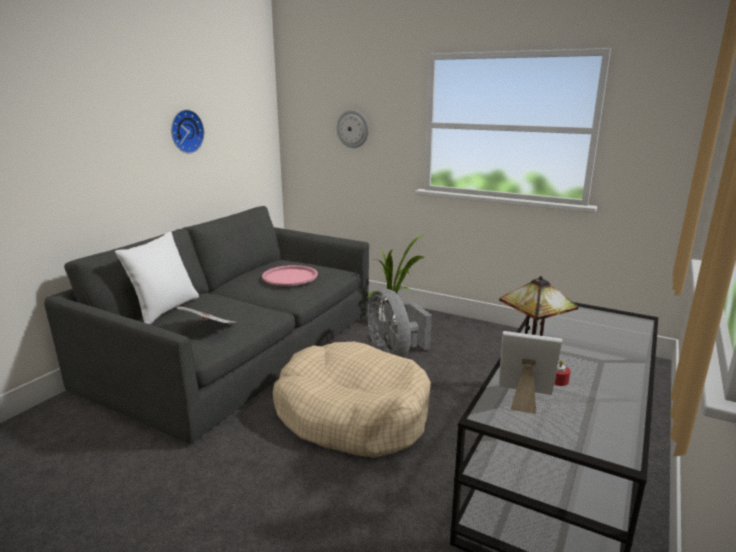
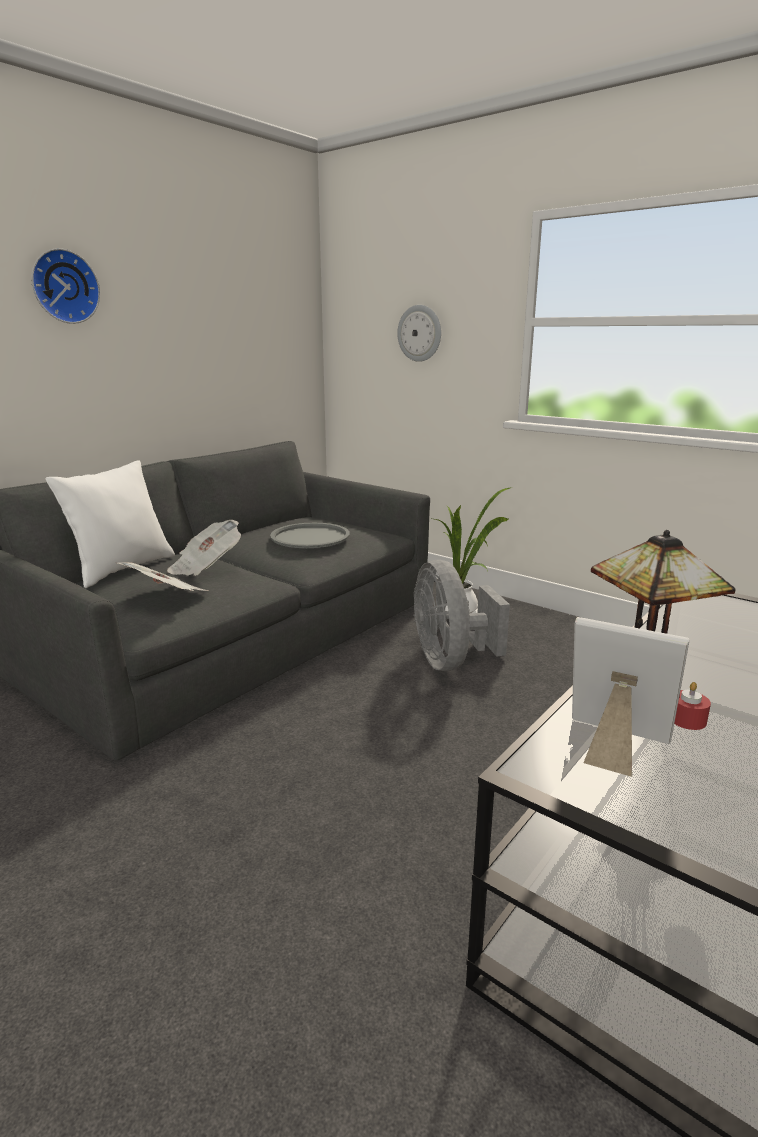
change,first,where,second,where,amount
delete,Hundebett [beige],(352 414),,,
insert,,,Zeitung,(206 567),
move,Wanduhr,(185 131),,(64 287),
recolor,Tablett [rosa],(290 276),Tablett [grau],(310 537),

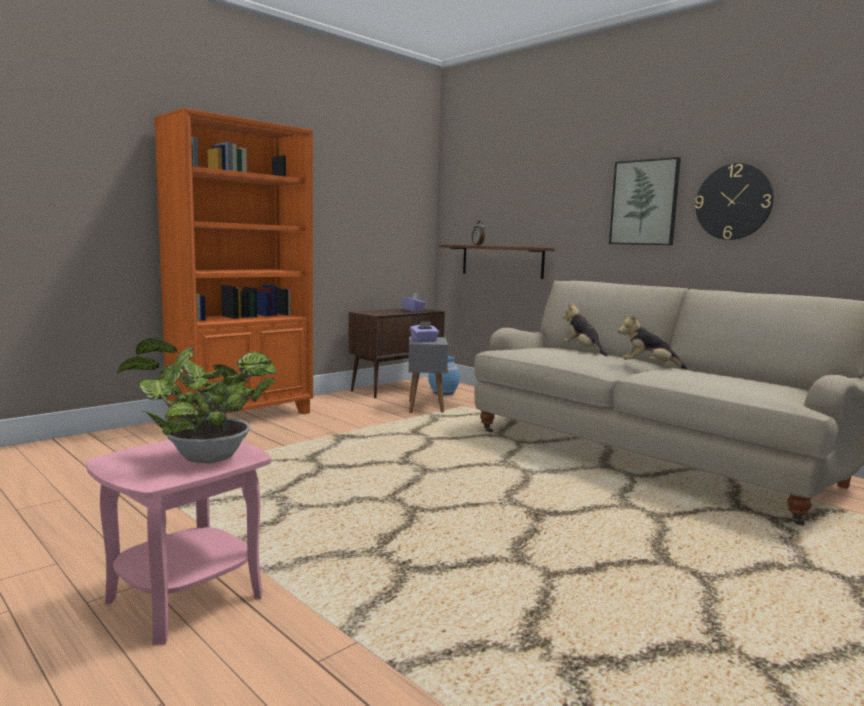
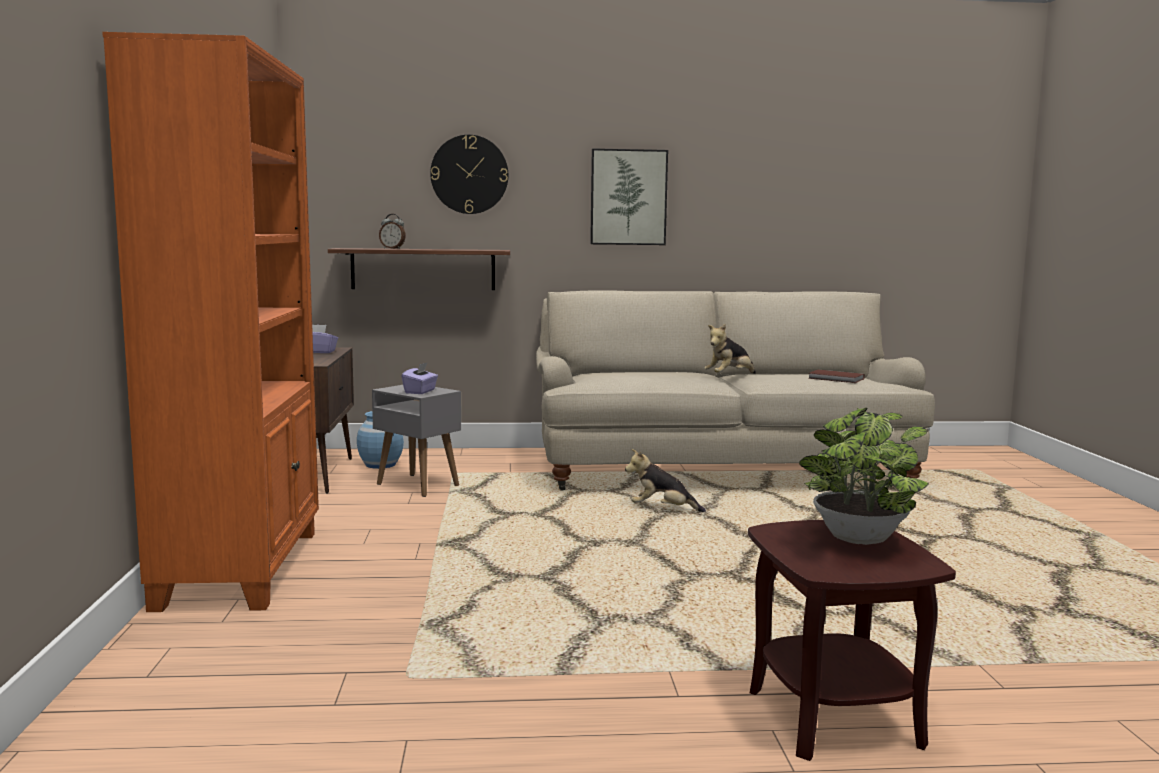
change,first,where,second,where,amount
insert,,,Buch [braun],(836 379),
move,Plüschtier,(583 350),,(662 510),
move,Wanduhr,(733 202),,(469 174),
recolor,Beistelltisch [rosa],(185 599),Beistelltisch [braun],(835 717),

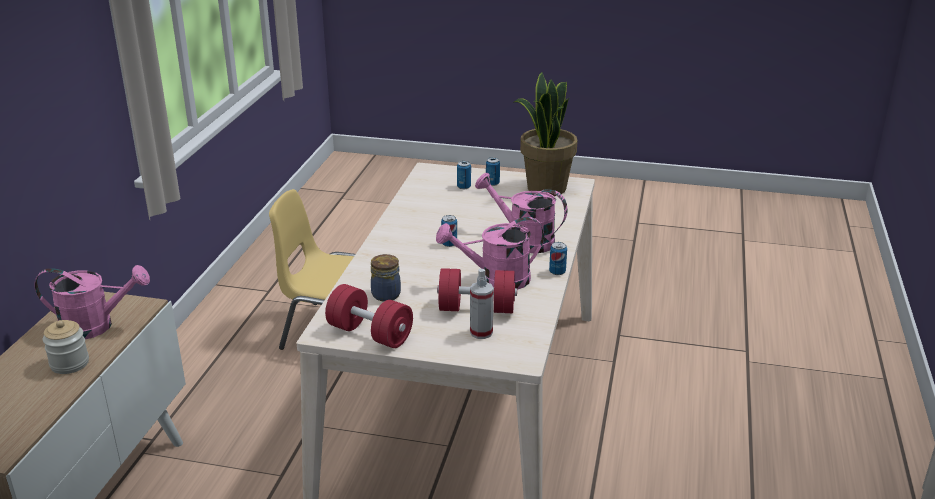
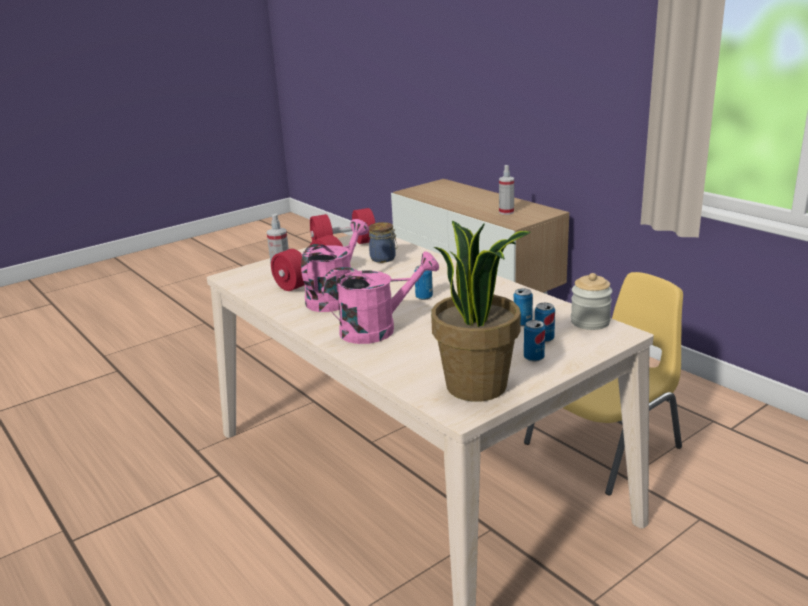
change,first,where,second,where,amount
move,Vorratsglas,(69 363),,(590 322),
move,Dose,(557 272),,(522 323),
replace,Gießkanne [rosa],(96 326),Sprühflasche,(506 212),

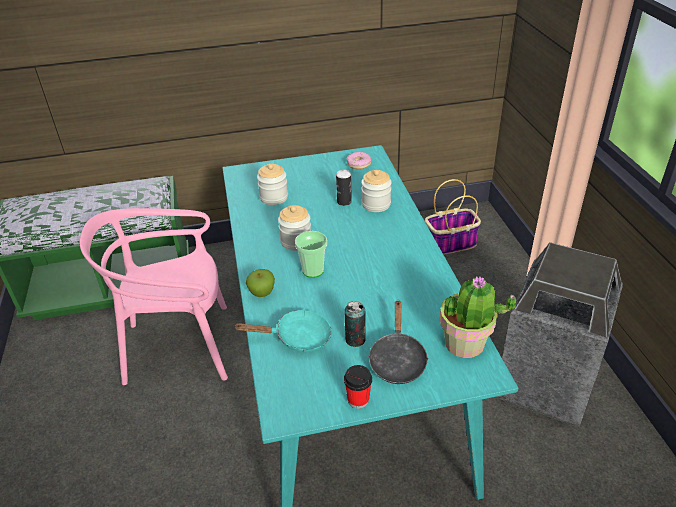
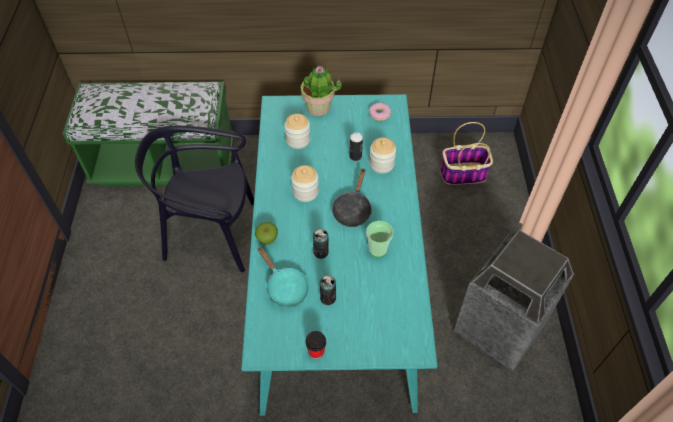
change,first,where,second,where,amount
insert,,,Dose,(321 252),
move,Tasse,(313 270),,(378 249),
move,Pfanne [schwarz],(397 359),,(352 209),
move,Topfpflanze,(465 344),,(318 107),
recolor,Stuhl [rosa],(179 347),Stuhl [schwarz],(212 234),
rotate,Pfanne [türkis],(297 338),,(285 287),45 degrees clockwise

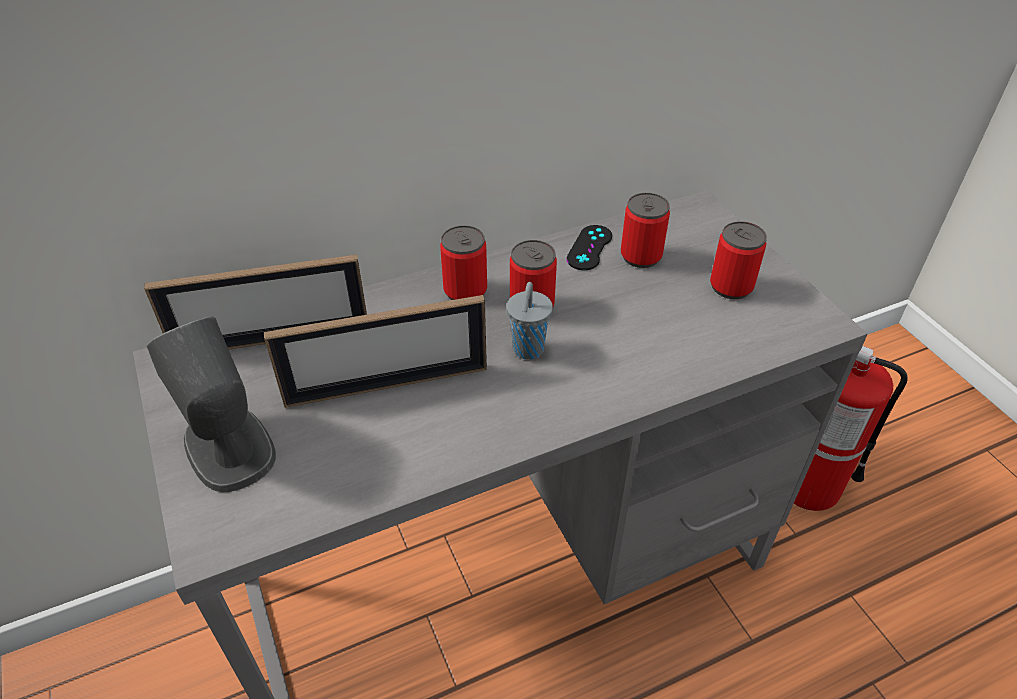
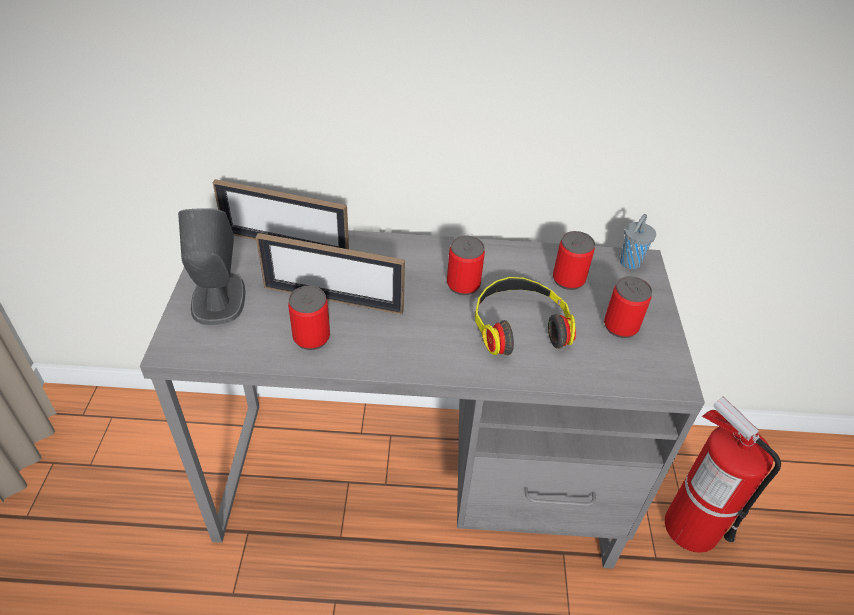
change,first,where,second,where,amount
delete,Gamepad [schwarz],(589 248),,,
insert,,,Kopfhörer,(519 325),
move,Dose,(465 291),,(311 337),
move,Tasse [grau],(528 351),,(629 263),

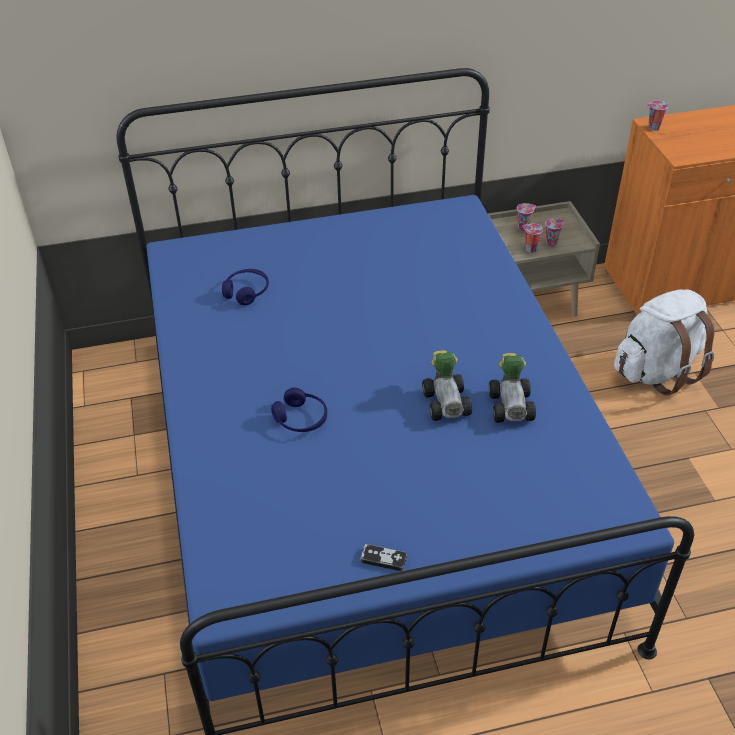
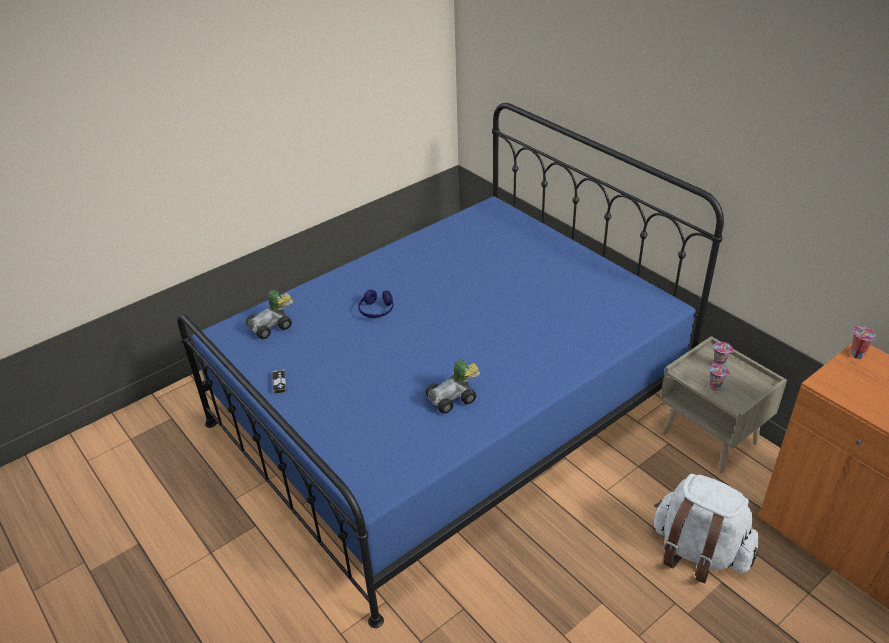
change,first,where,second,where,amount
delete,Kopfhörer [blau],(246 292),,,
delete,Tasse,(530 249),,,
move,Spielzeugauto,(447 401),,(273 327),

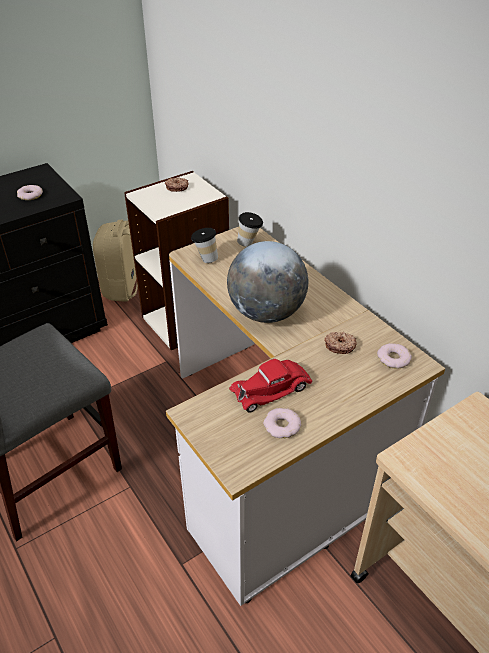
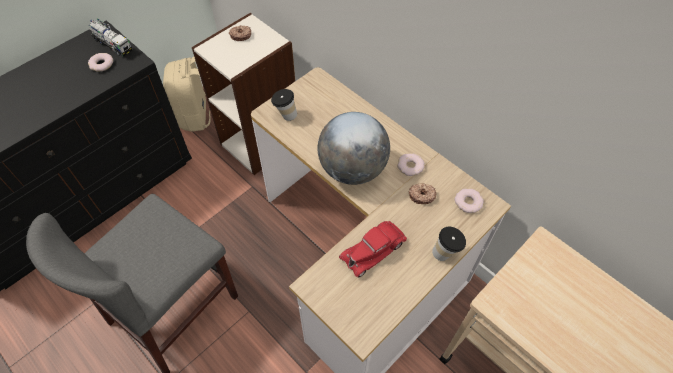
change,first,where,second,where,amount
insert,,,Spielzeuglaster,(113 45),
move,Tasse,(250 243),,(445 253),
move,Donut,(282 426),,(410 166),

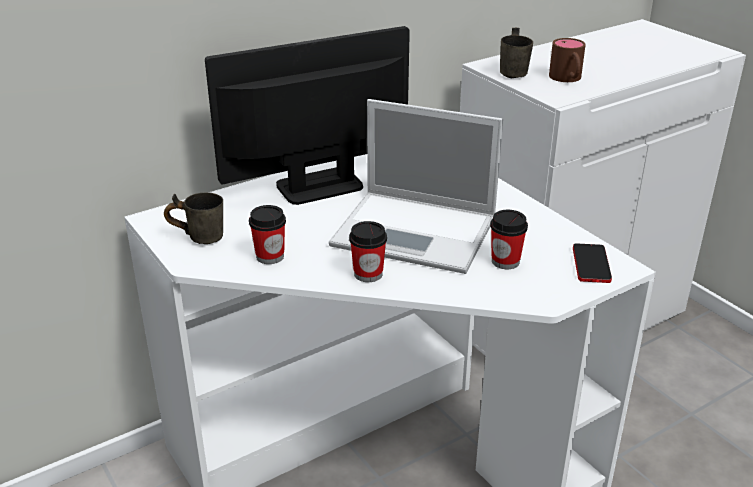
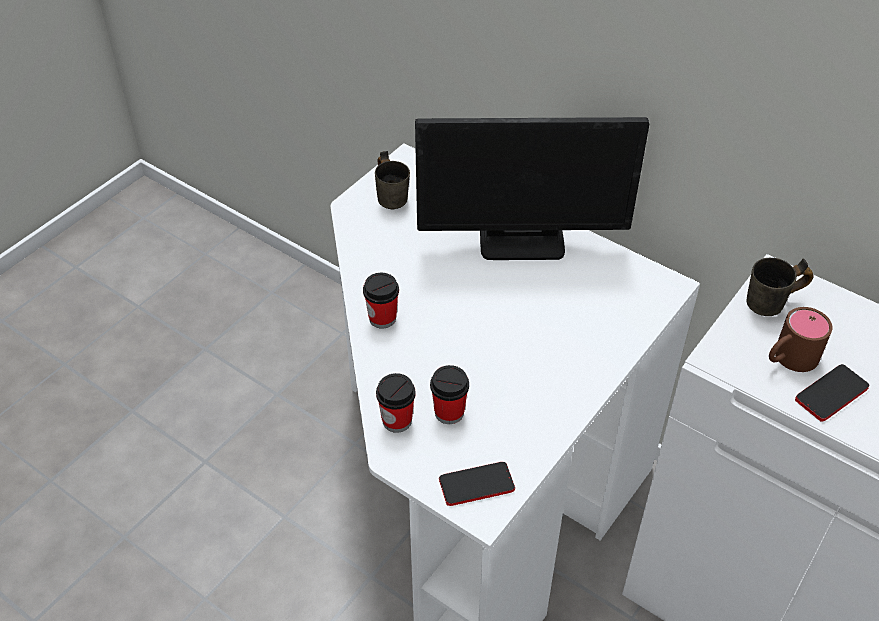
change,first,where,second,where,amount
delete,Laptop,(417 232),,,
insert,,,Handy,(831 393),
move,Tasse,(270 256),,(397 420),
rotate,Monitor,(319 186),,(522 240),135 degrees clockwise

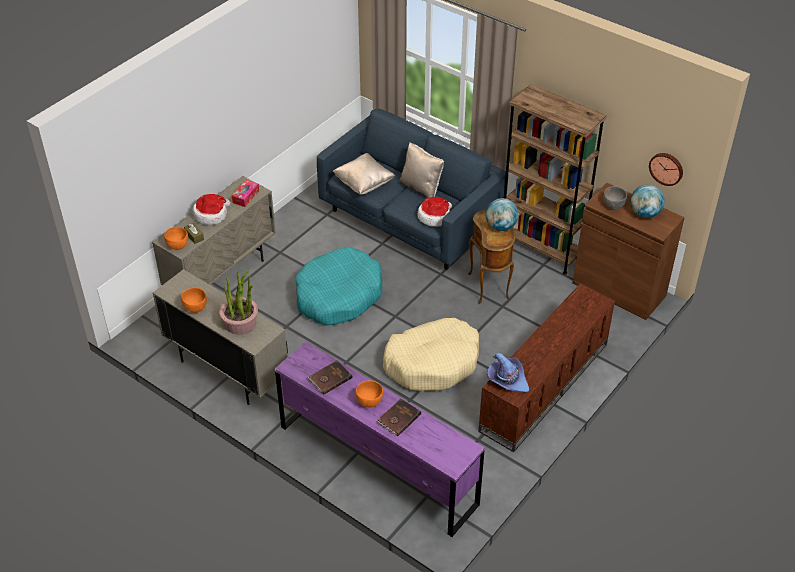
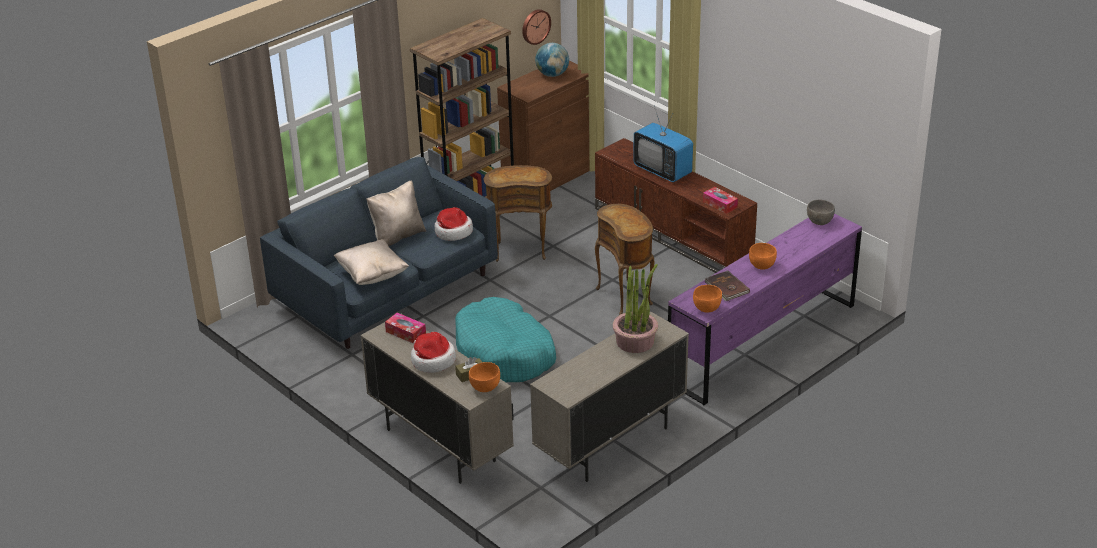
change,first,where,second,where,amount
delete,Buch [braun],(398 418),,,
delete,Globus,(500 227),,,
insert,,,Fernseher,(662 171),
move,Schüssel [orange],(195 308),,(706 309),
move,Schüssel [grau],(613 205),,(819 222),
replace,Hundebett [beige],(432 362),Beistelltisch [braun],(626 297),
replace,Hut [lila],(507 379),Taschentuchbox,(720 204),

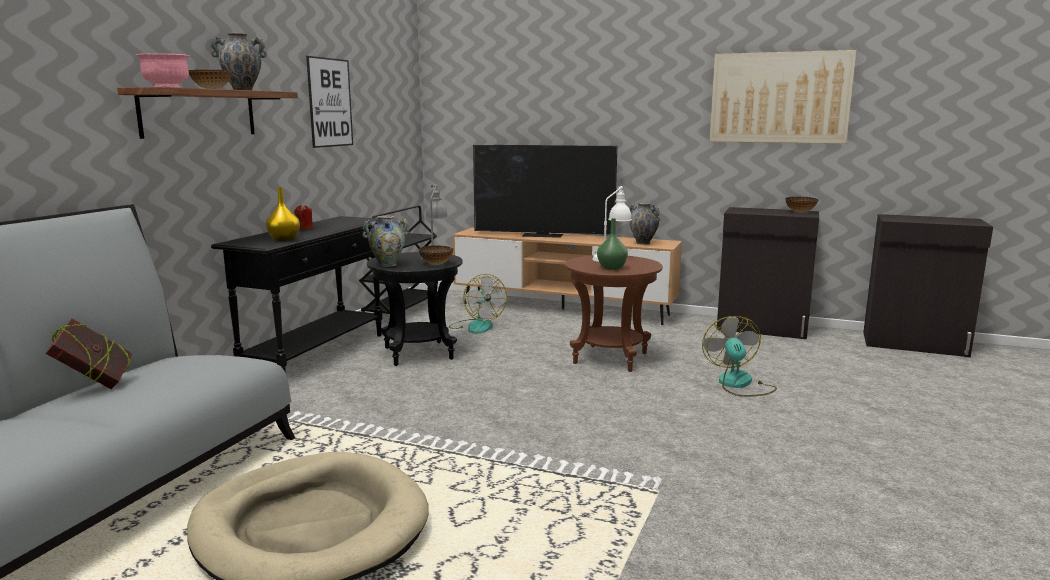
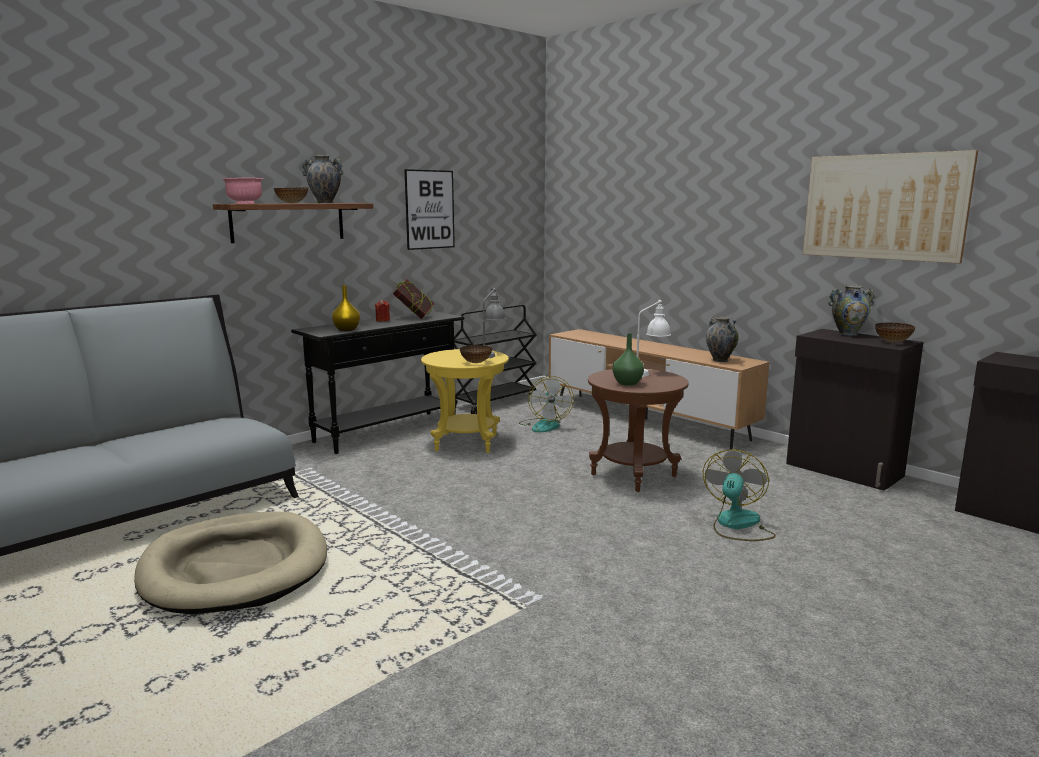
change,first,where,second,where,amount
delete,Fernseher,(543 235),,,
move,Buch,(96 385),,(414 317),
move,Vase,(387 265),,(848 334),
recolor,Beistelltisch [schwarz],(418 353),Beistelltisch [gelb],(466 443),

